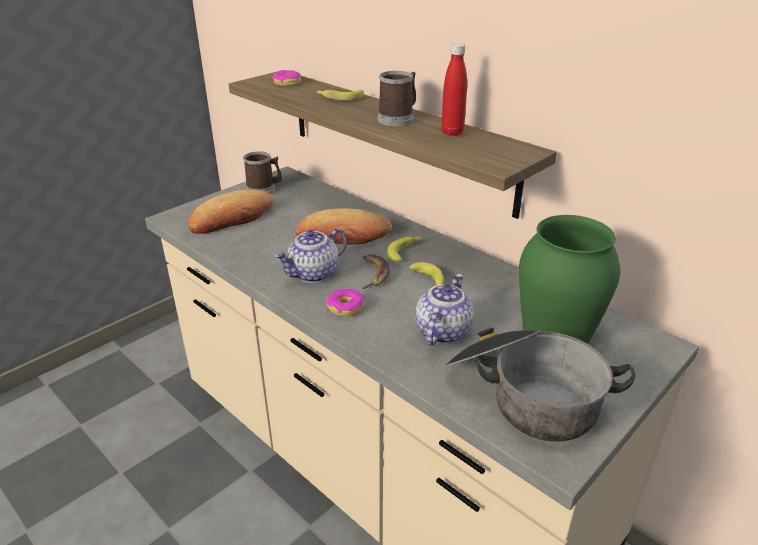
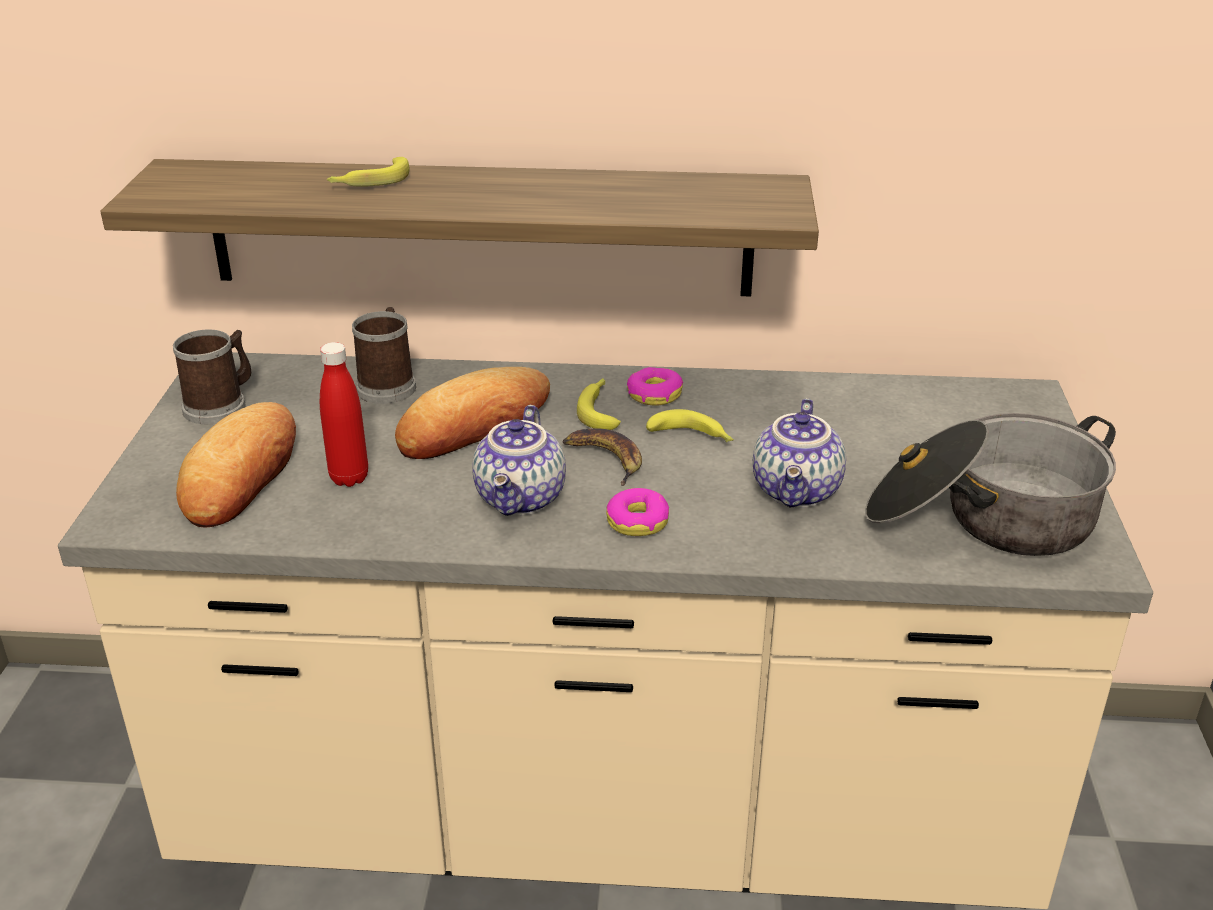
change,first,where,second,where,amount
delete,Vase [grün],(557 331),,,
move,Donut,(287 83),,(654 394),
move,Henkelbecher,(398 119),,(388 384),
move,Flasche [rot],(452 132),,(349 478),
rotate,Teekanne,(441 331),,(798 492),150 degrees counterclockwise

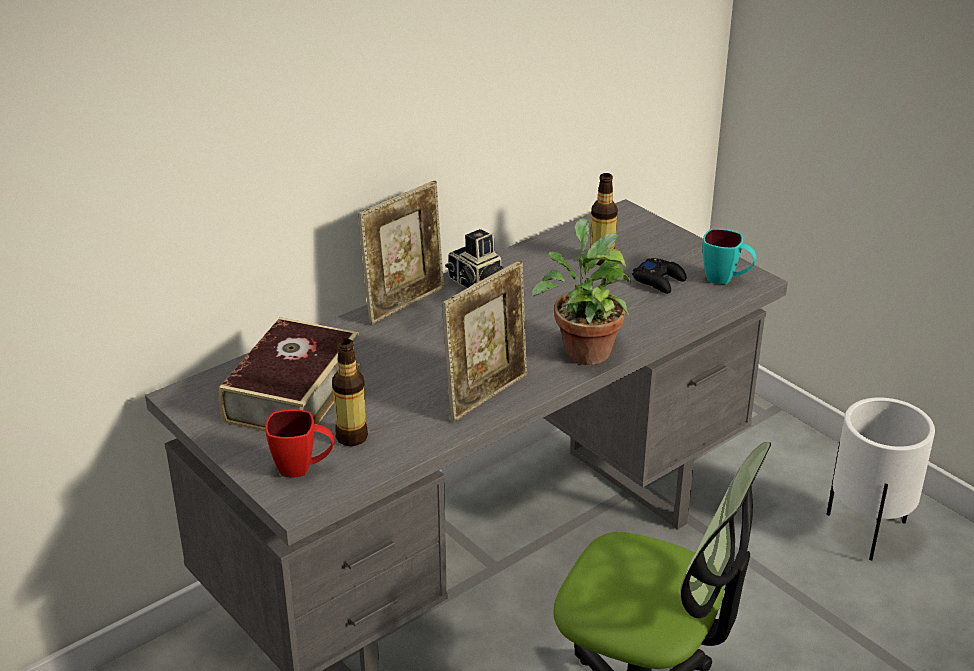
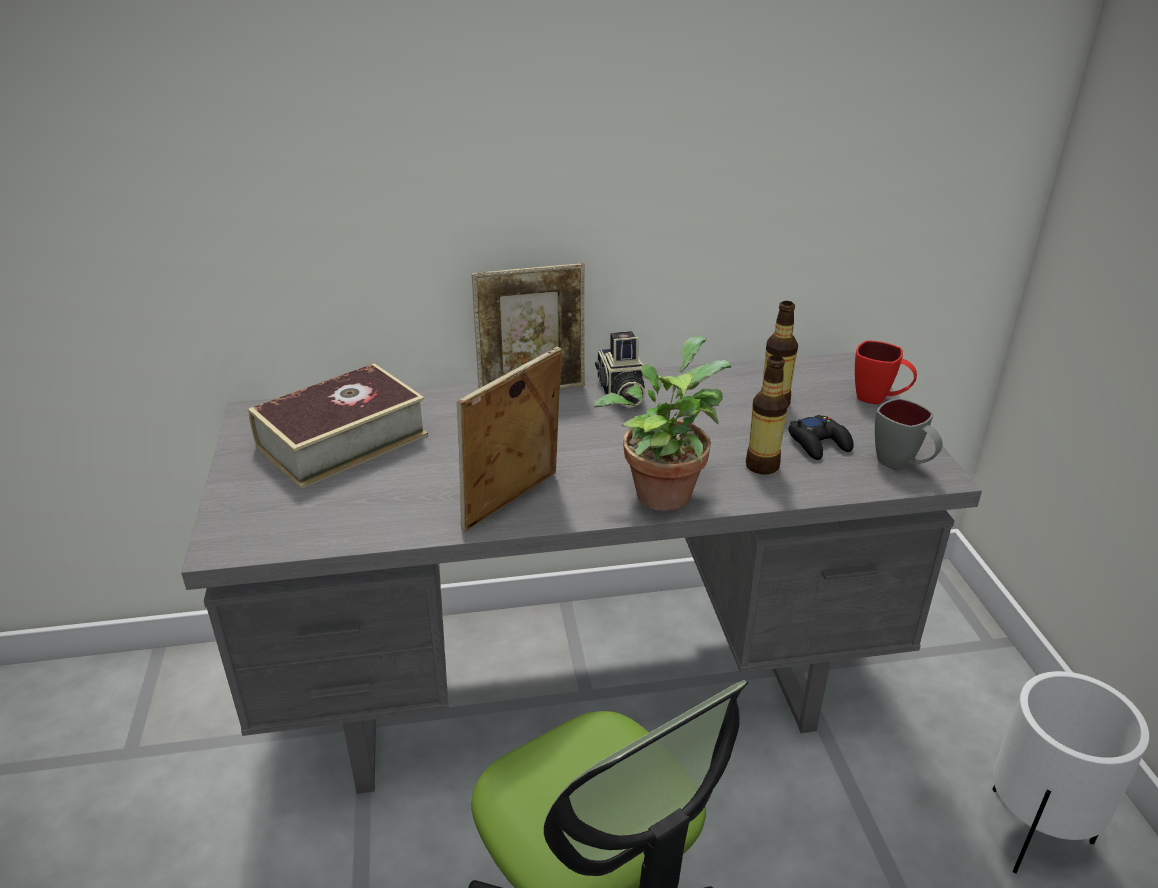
change,first,where,second,where,amount
move,Henkelbecher [rot],(303 468),,(879 399),
move,Flasche,(351 437),,(762 465),
recolor,Henkelbecher [türkis],(726 280),Henkelbecher [grau],(902 465),
rotate,Bilderrahmen,(487 395),,(513 504),150 degrees clockwise

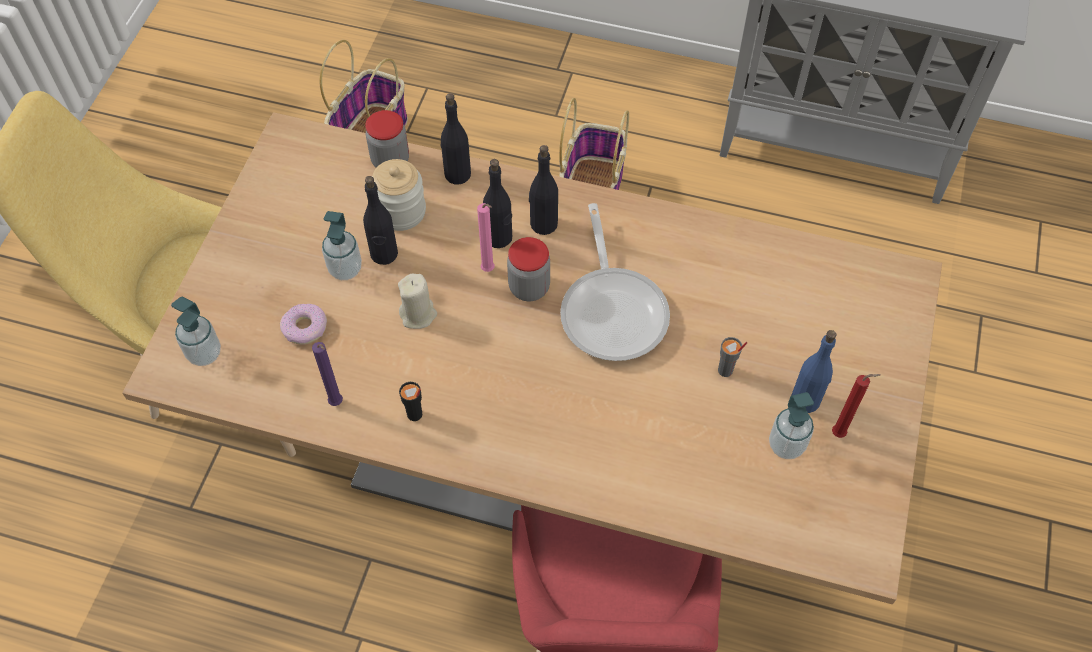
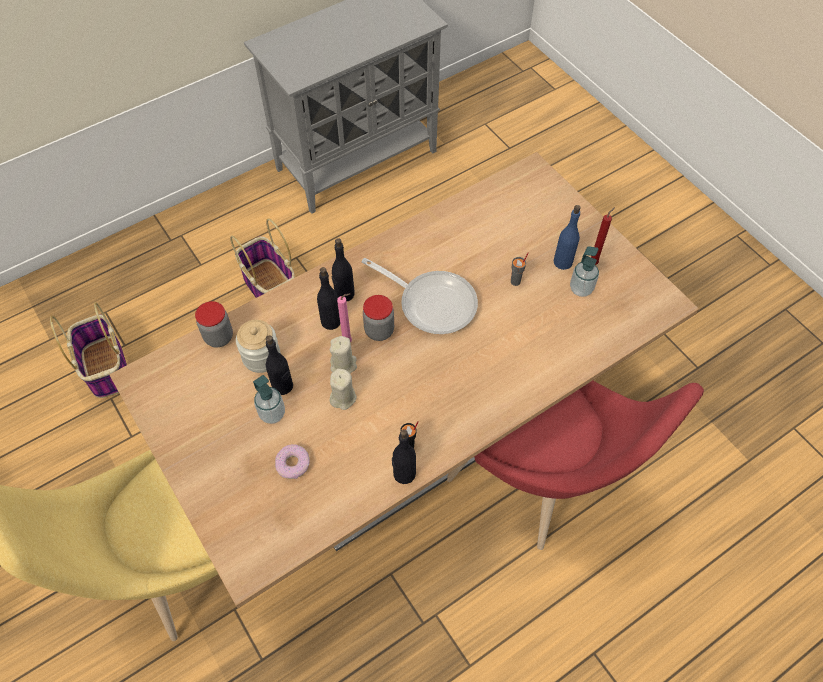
change,first,where,second,where,amount
delete,Seifenspender,(204 353),,,
delete,Kerze [lila],(337 404),,,
insert,,,Kerze [beige],(343 365),
move,Flasche [schwarz],(457 174),,(404 474),

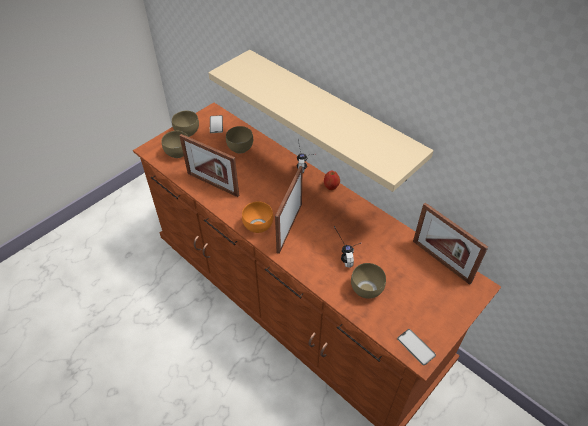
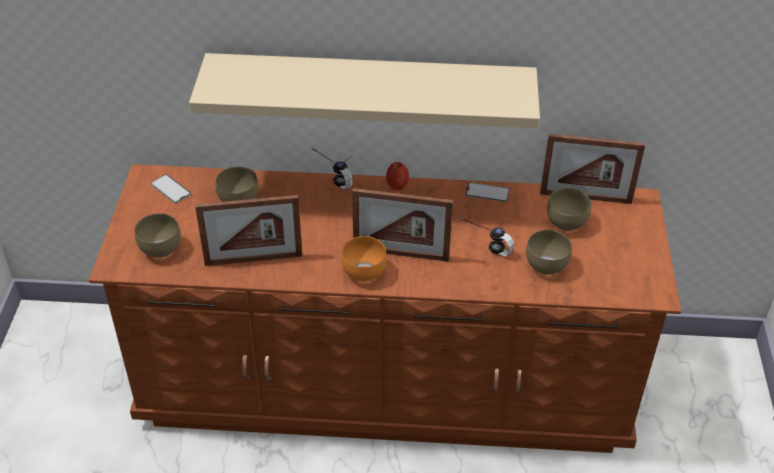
change,first,where,second,where,amount
move,Schüssel [braun],(186 132),,(564 222),
move,Handy,(416 347),,(487 192),
rotate,Bilderrahmen,(289 227),,(401 254),60 degrees counterclockwise

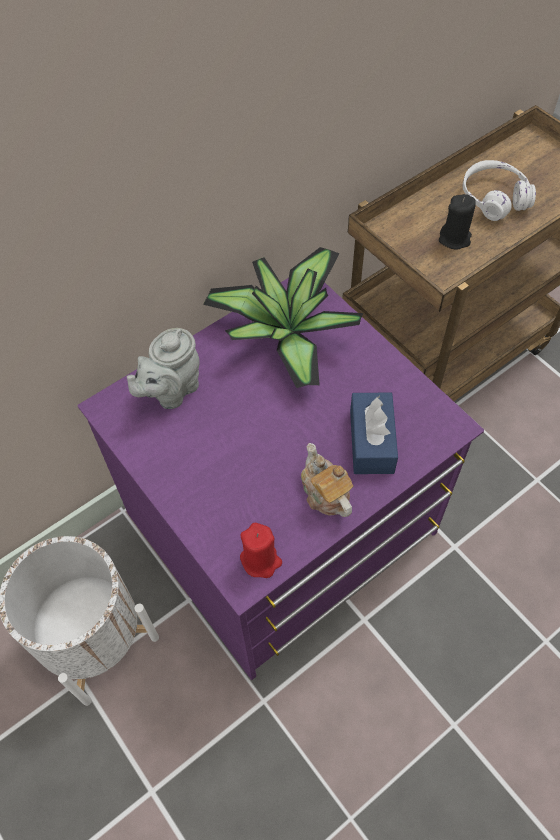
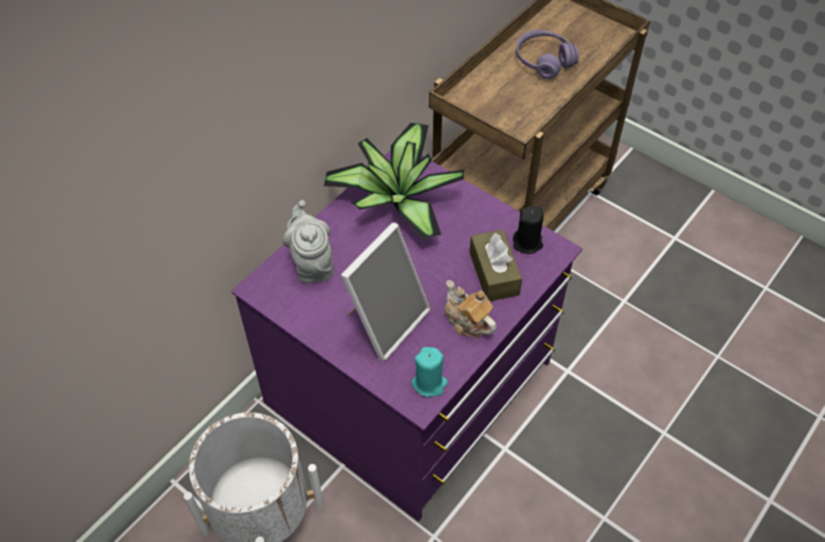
change,first,where,second,where,amount
insert,,,Bilderrahmen,(385 321),
move,Kerze [schwarz],(454 239),,(527 243),
recolor,Kerze [rot],(261 560),Kerze [türkis],(429 383),
recolor,Taschentuchbox [blau],(371 441),Taschentuchbox [braun],(494 273),
recolor,Kopfhörer [weiß],(494 198),Kopfhörer [lila],(544 61),
rotate,Teekanne [grau],(171 391),,(312 264),135 degrees clockwise

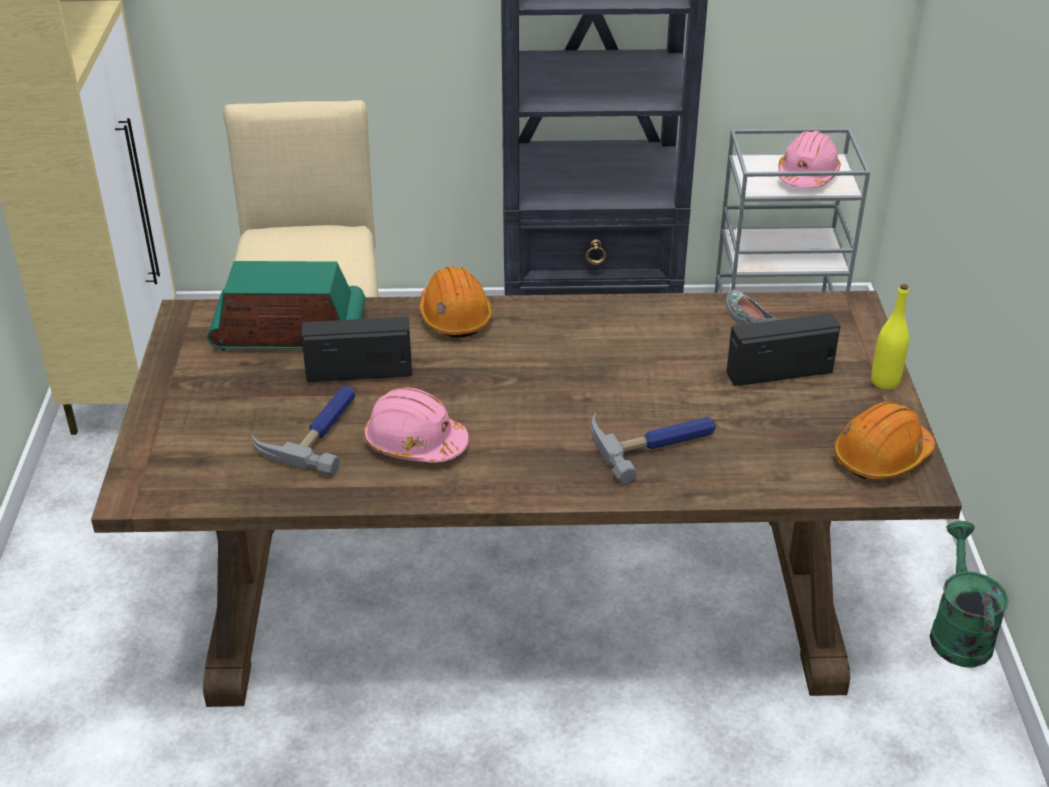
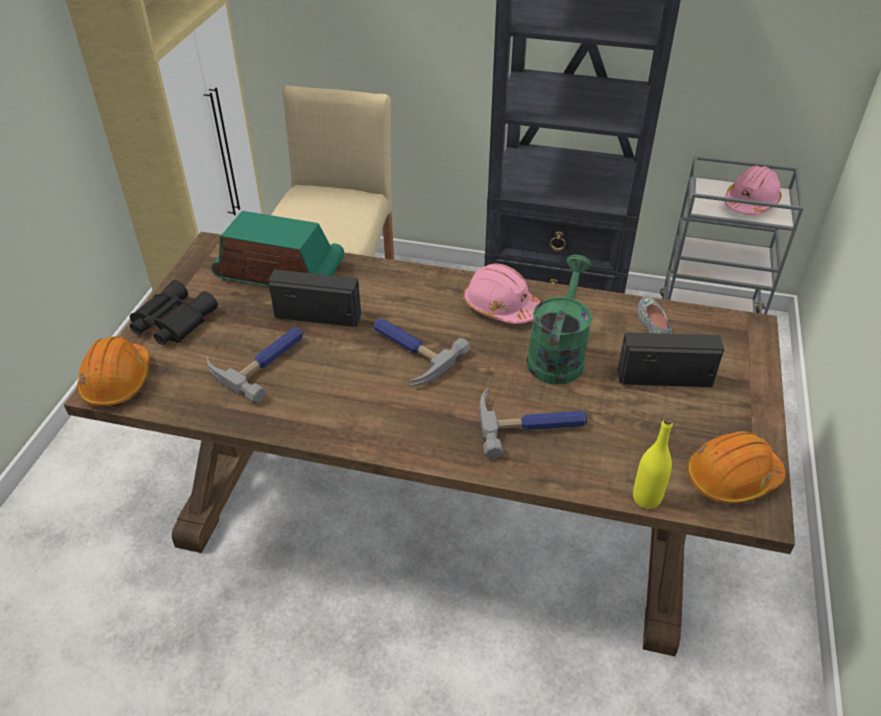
change,first,where,second,where,amount
insert,,,Fernglas [schwarz],(171 321),
insert,,,Hammer,(409 352),
move,Schutzhelm [rosa],(414 443),,(500 307),
move,Schutzhelm [orange],(455 316),,(117 382),
move,Flasche [gelb],(885 381),,(646 498),
move,Gießkanne [grün],(958 631),,(557 354),

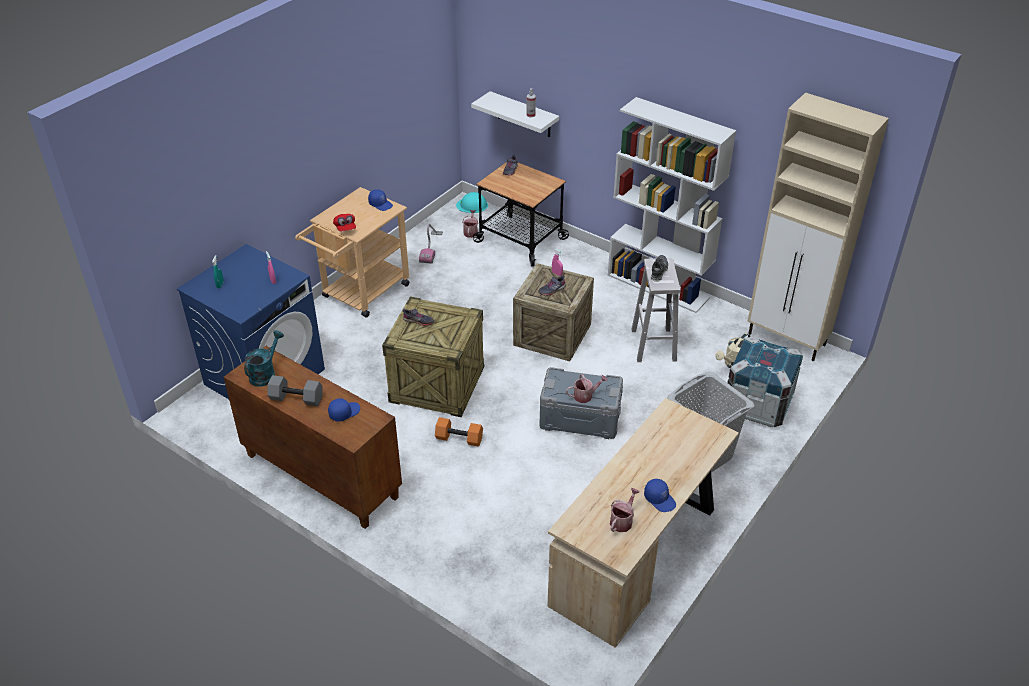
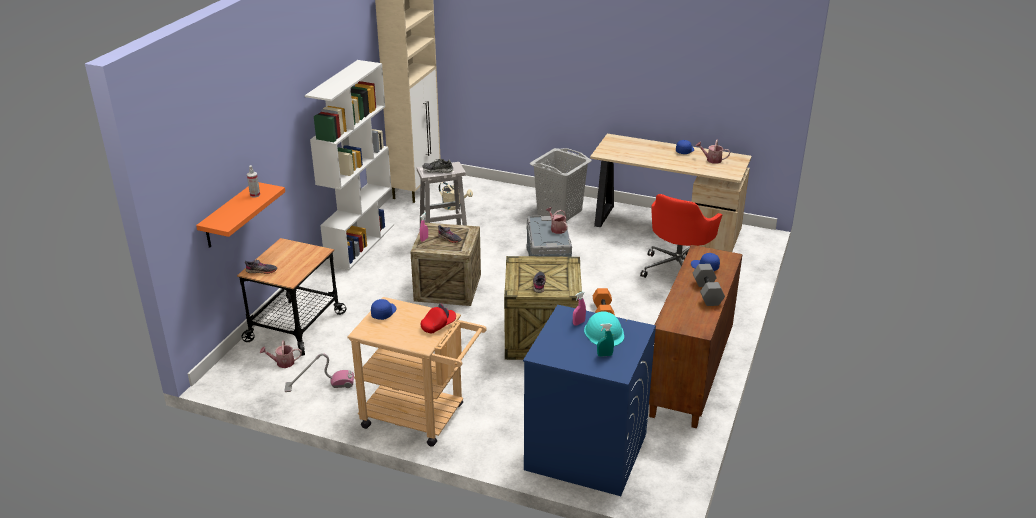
change,first,where,second,where,amount
delete,Gießkanne [türkis],(265 373),,,
delete,Kiste,(757 404),,,
insert,,,Bürostuhl [rot],(678 269),
move,Schutzhelm [türkis],(472 205),,(604 332),
recolor,Wandregal [weiß],(524 115),Wandregal [orange],(228 216),

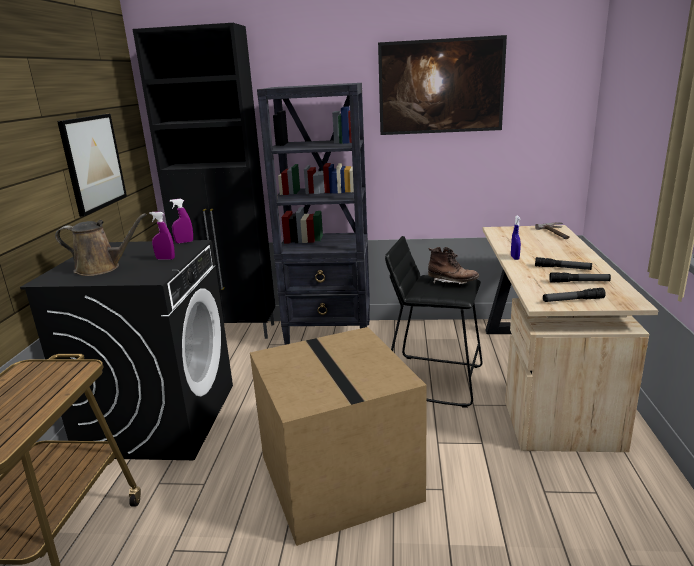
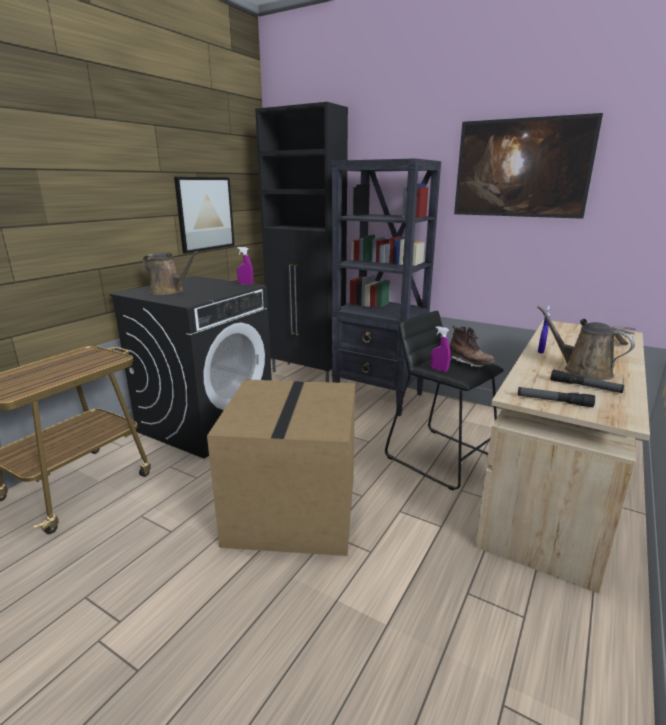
change,first,where,second,where,amount
move,Sprühflasche [lila],(165 259),,(439 370),
replace,Taschenlampe,(562 268),Gießkanne [braun],(582 370),

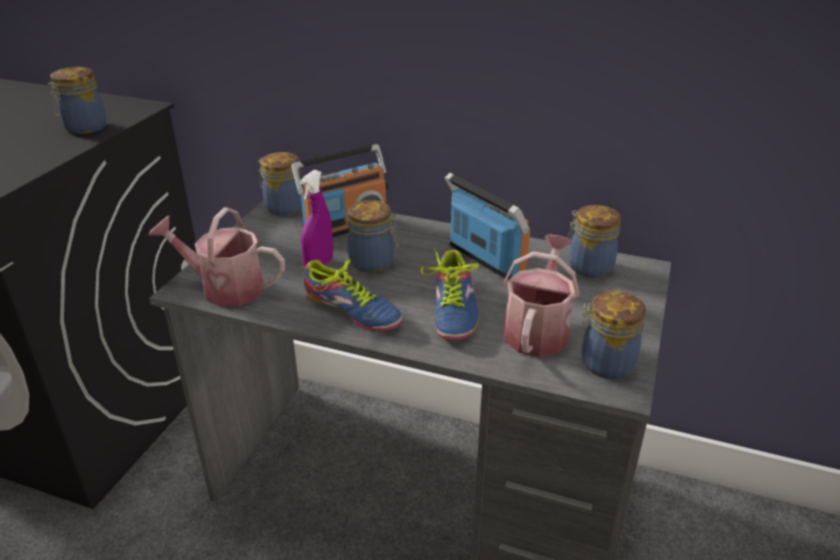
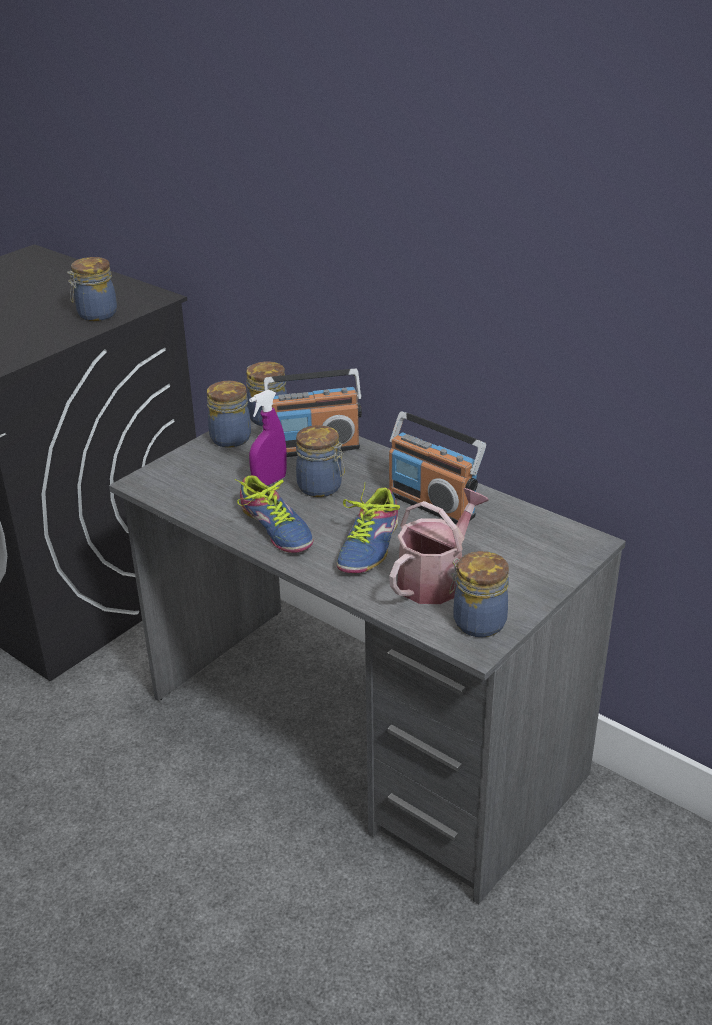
change,first,where,second,where,amount
delete,Gießkanne,(224 288),,,
move,Vorratsglas,(588 267),,(229 438),
rotate,Radio,(486 260),,(432 504),150 degrees clockwise

